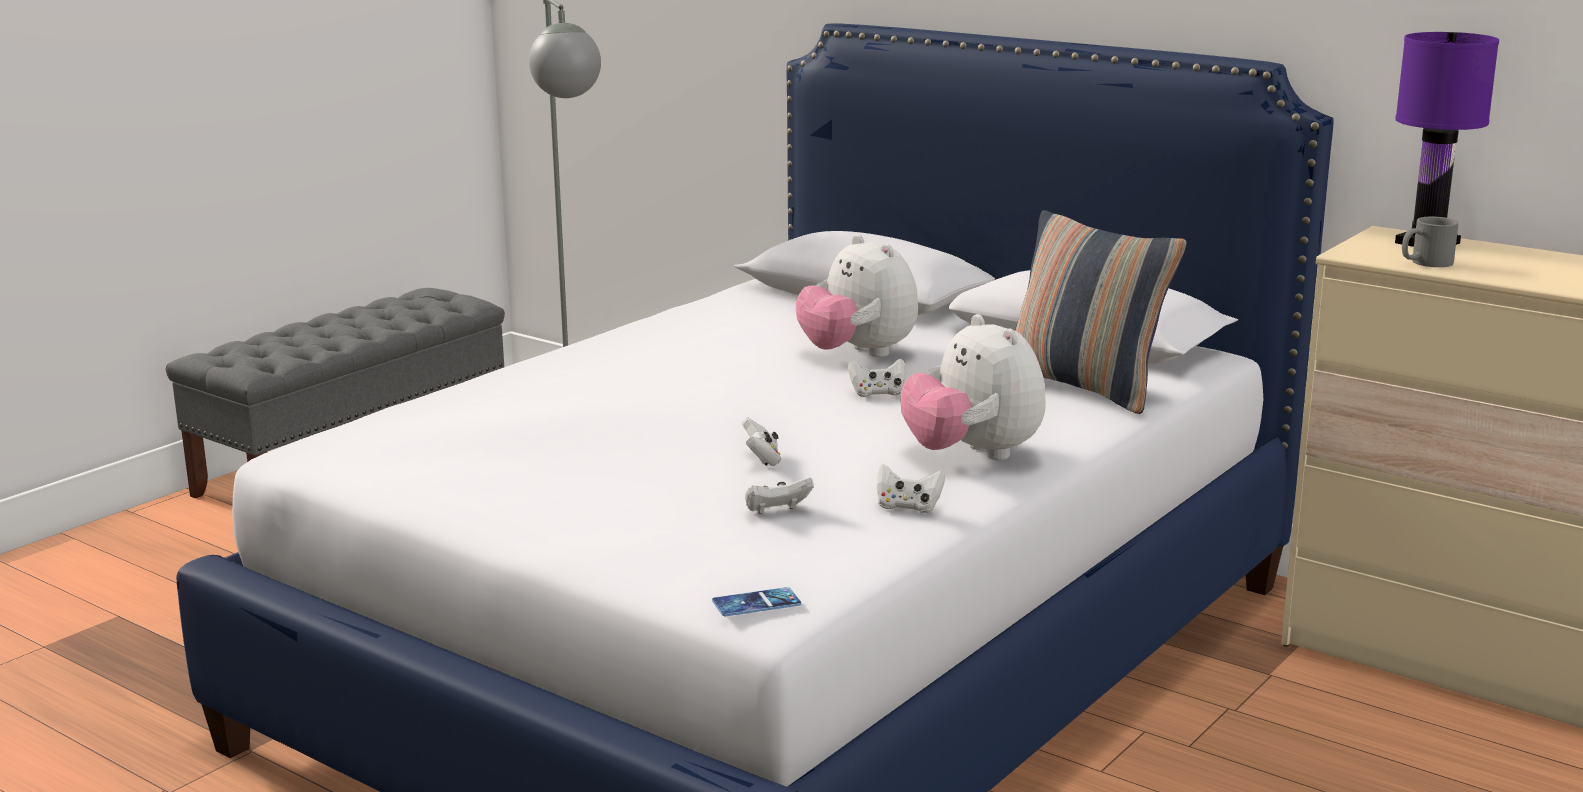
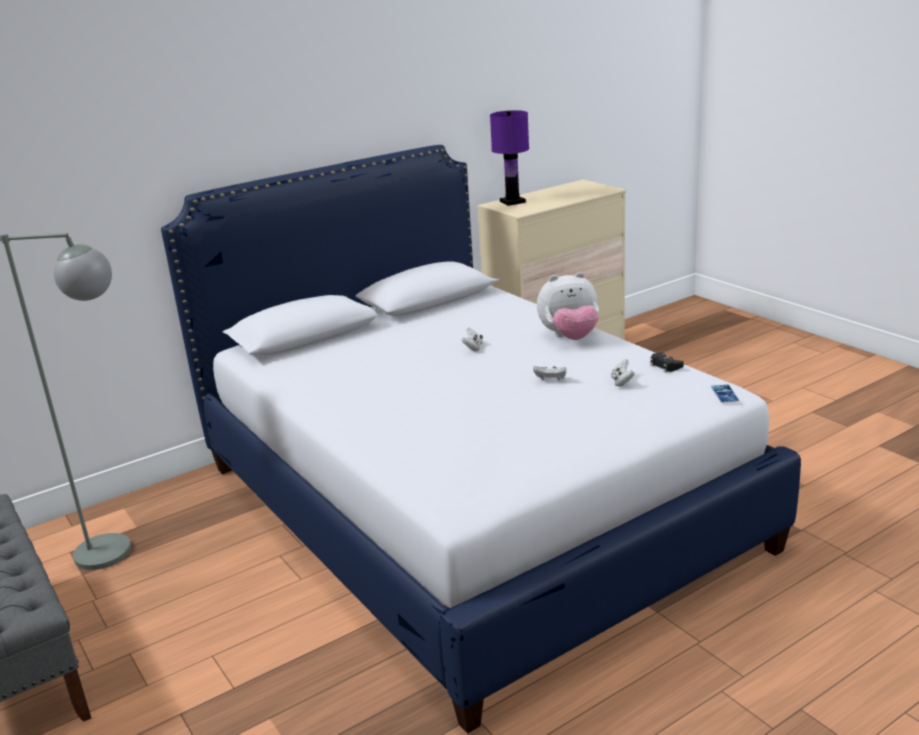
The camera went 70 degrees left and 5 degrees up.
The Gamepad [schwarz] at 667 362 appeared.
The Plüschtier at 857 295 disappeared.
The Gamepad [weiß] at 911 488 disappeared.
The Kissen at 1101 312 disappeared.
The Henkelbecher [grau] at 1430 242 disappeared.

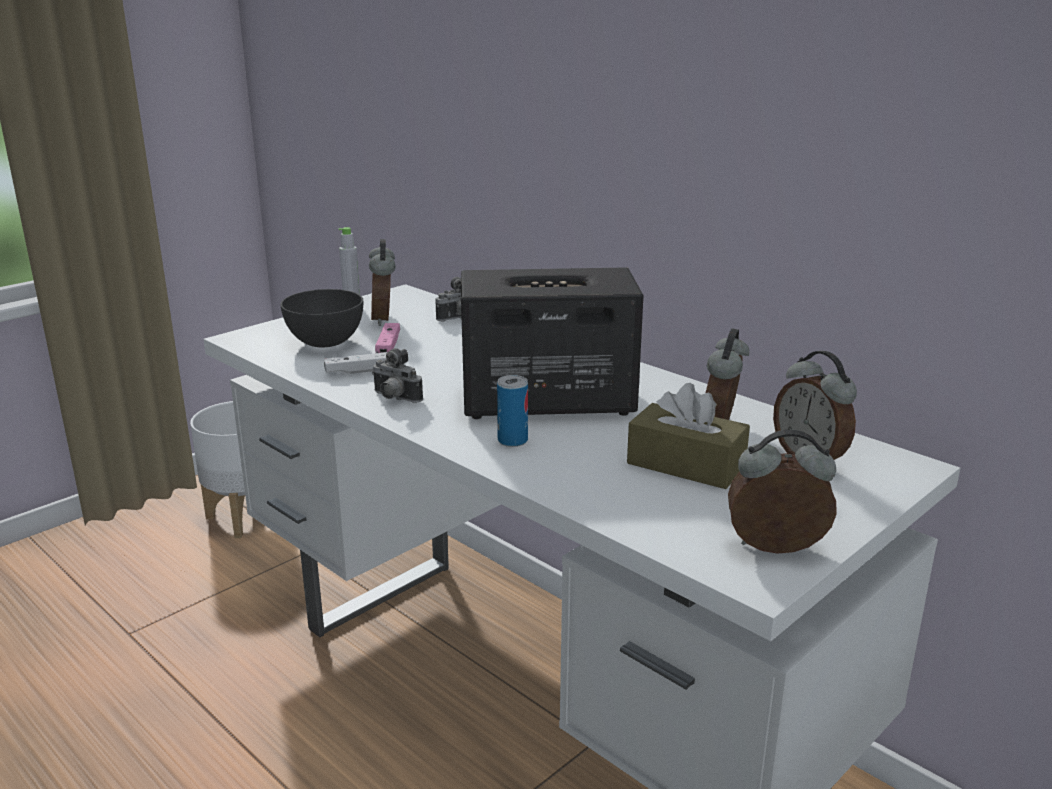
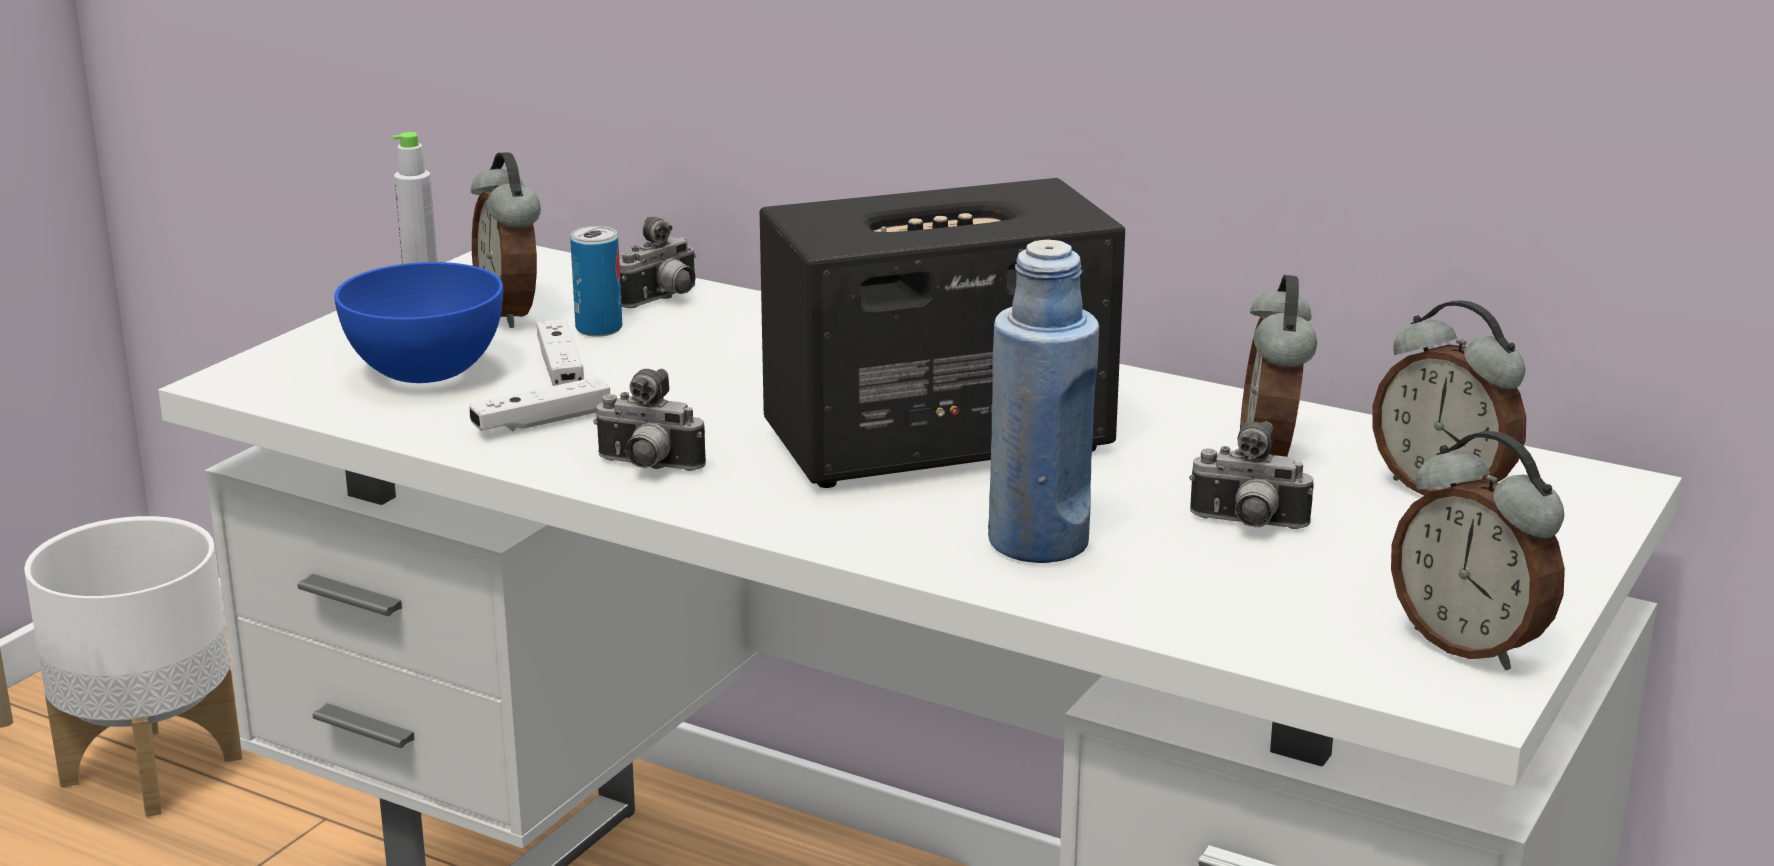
The camera went 15 degrees left and 0 degrees up.
The Schüssel [grau] at 321 318 became the Schüssel [blau] at 418 322.
The Gamepad [rosa] at 387 338 became the Gamepad [weiß] at 560 352.
The Dose moved from 512 411 to 596 281.
The Flasche [blau] at 1043 401 appeared.
The Taschentuchbox [braun] at 688 436 was replaced by the Kamera at 1251 475.
The Wecker at 782 492 turned 120 degrees counterclockwise.

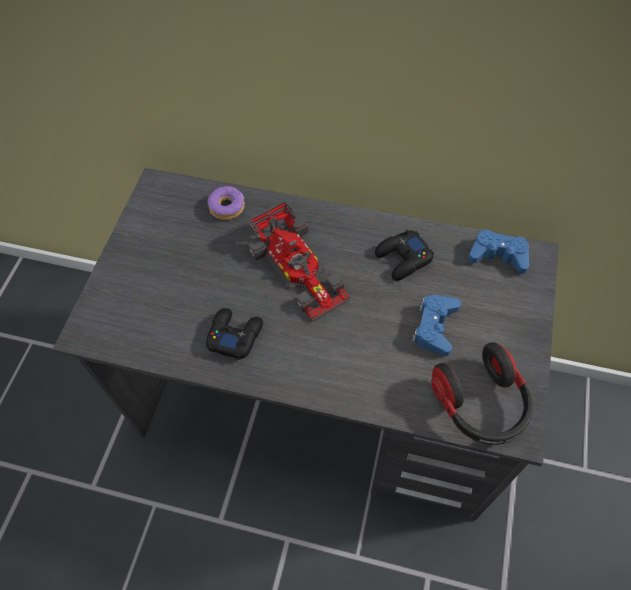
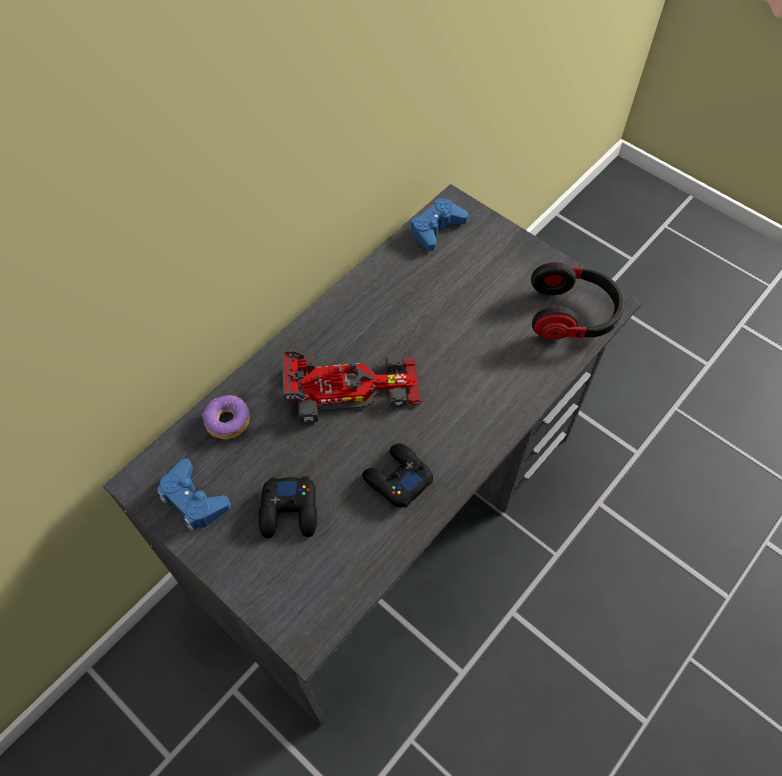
The camera went 65 degrees left and 0 degrees up.
The Gamepad [blau] moved from 436 325 to 194 495.
The Gamepad [schwarz] moved from 404 255 to 288 507.

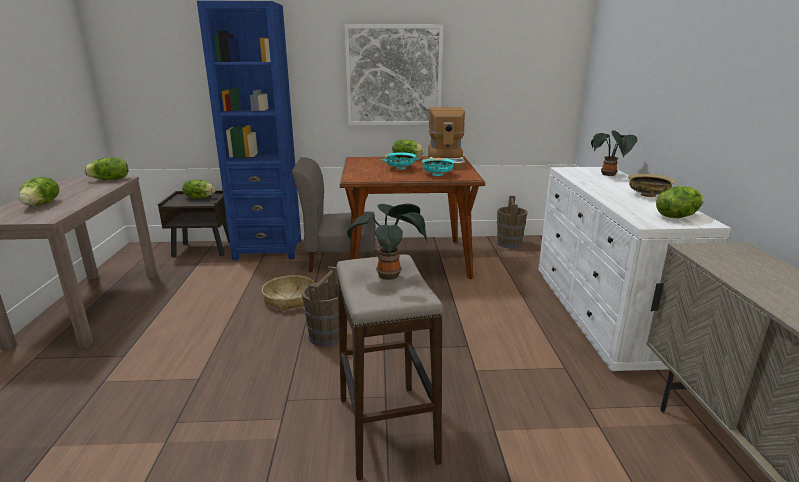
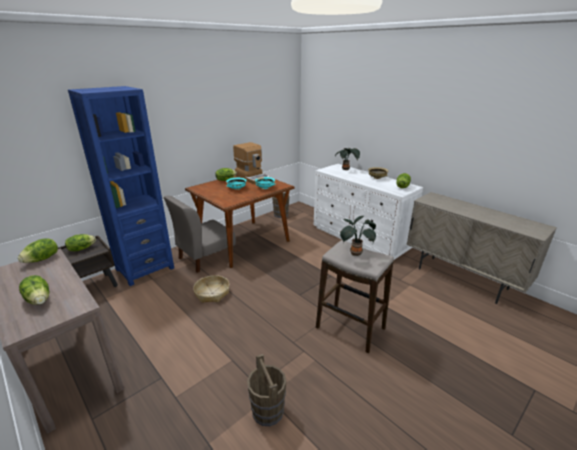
The camera went 40 degrees left and 5 degrees up.
The Eimer [braun] moved from 320 306 to 266 390.
The Bild at 393 74 disappeared.

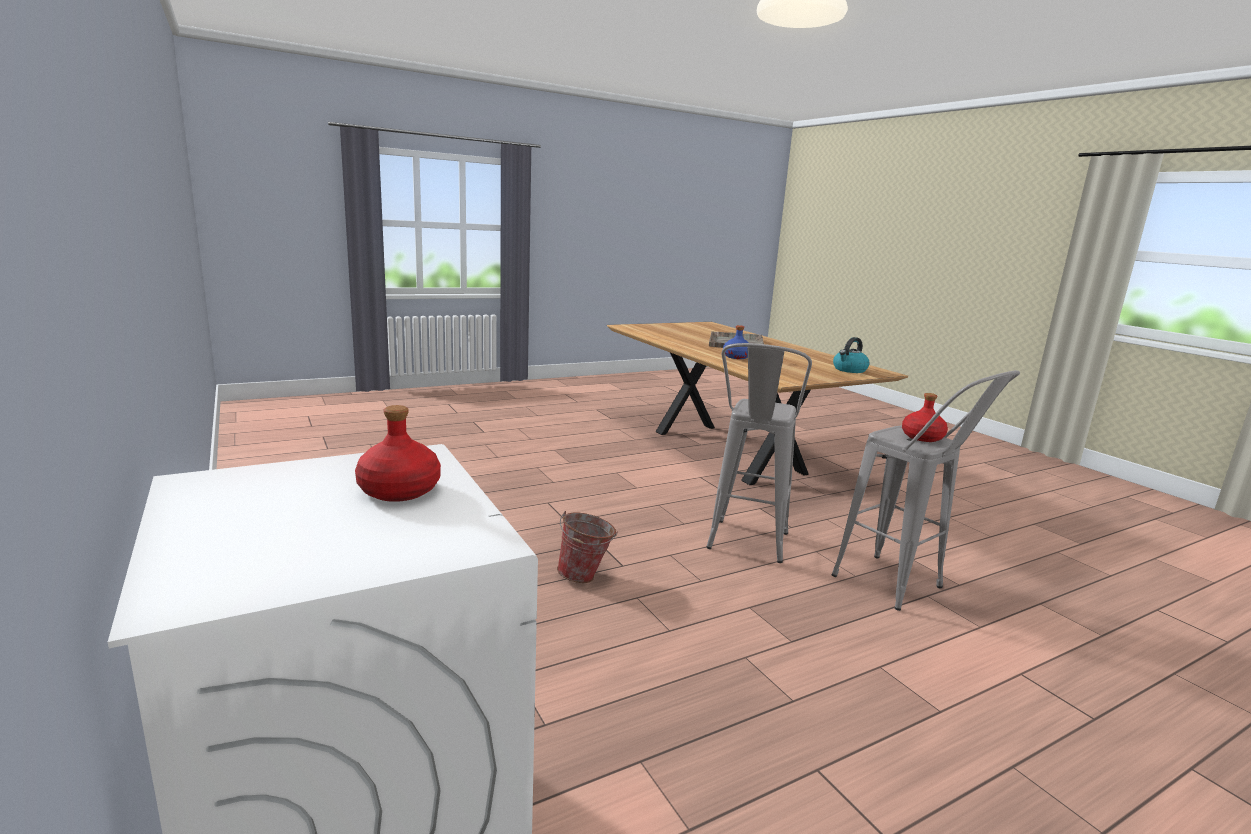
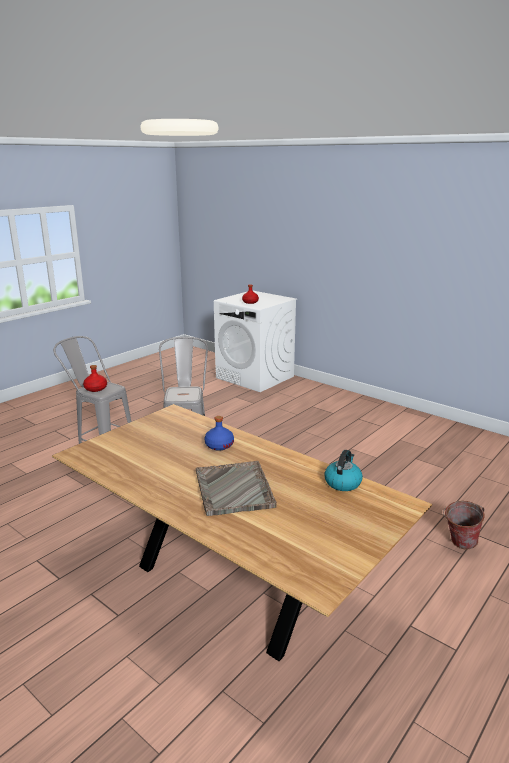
The camera went 160 degrees right and 5 degrees up.
The Wasserkessel moved from 851 355 to 343 470.
The Eimer moved from 587 547 to 464 525.

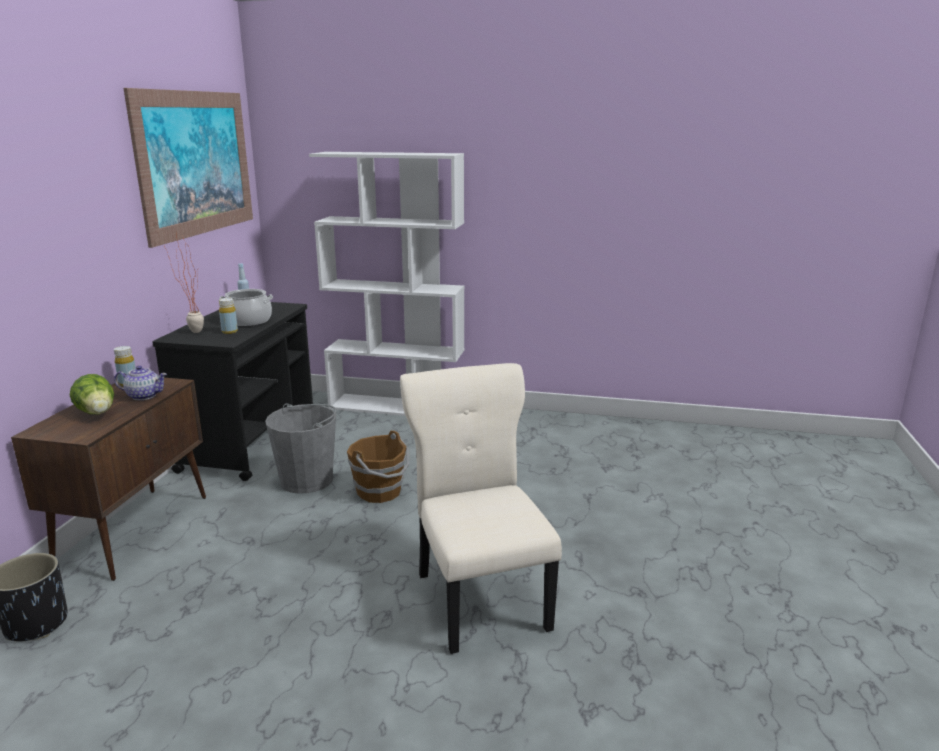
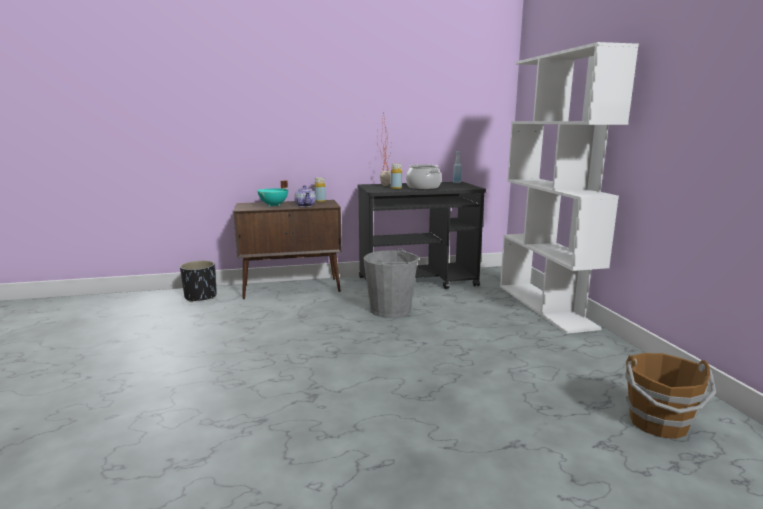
The camera went 65 degrees right and 5 degrees down.
The Salatkopf at 92 394 was replaced by the Kochtopf [türkis] at 272 193.
The Eimer [braun] moved from 378 467 to 670 396.
The Bild at 188 168 disappeared.
The Stuhl [beige] at 481 508 disappeared.

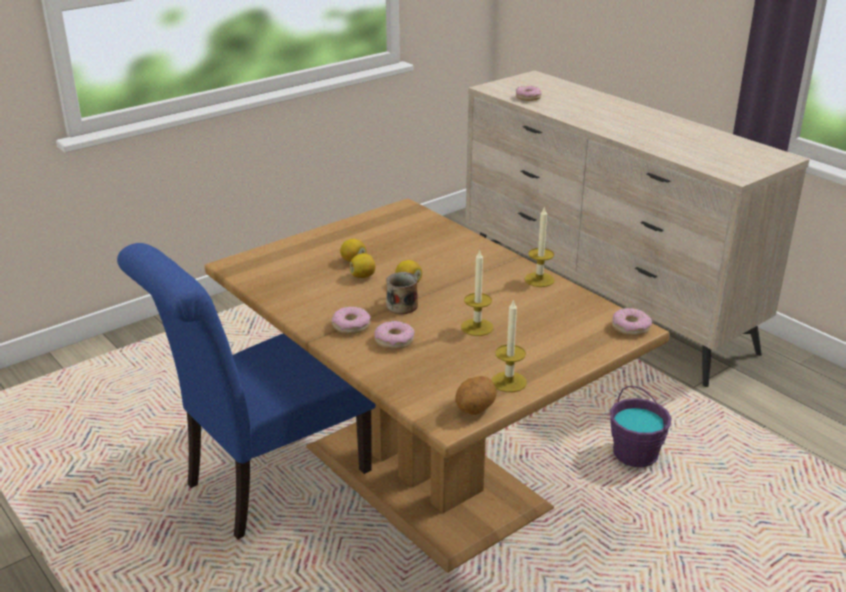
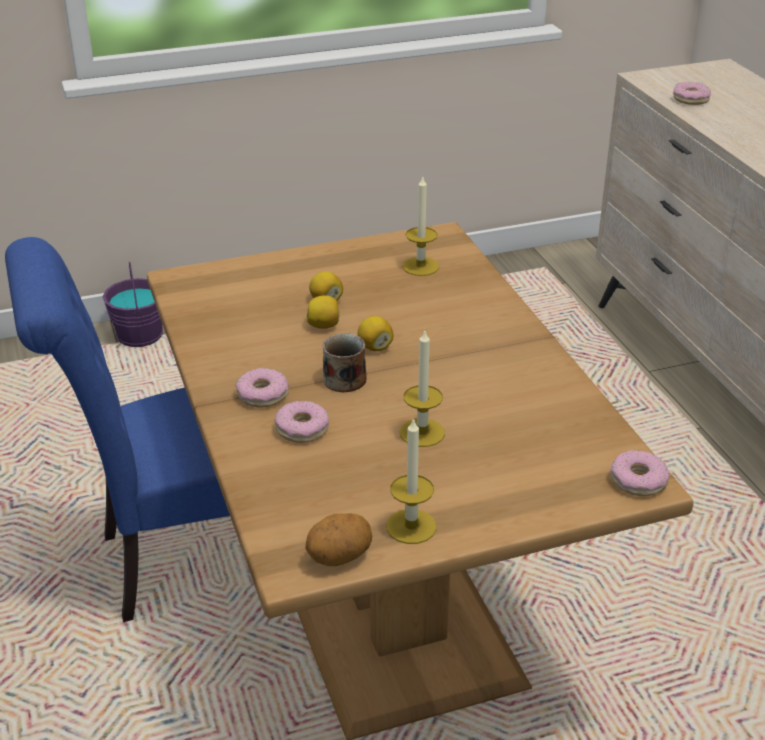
The camera went 20 degrees right and 5 degrees up.
The Eimer [lila] moved from 641 426 to 132 304.
The Kerze moved from 539 247 to 420 225.

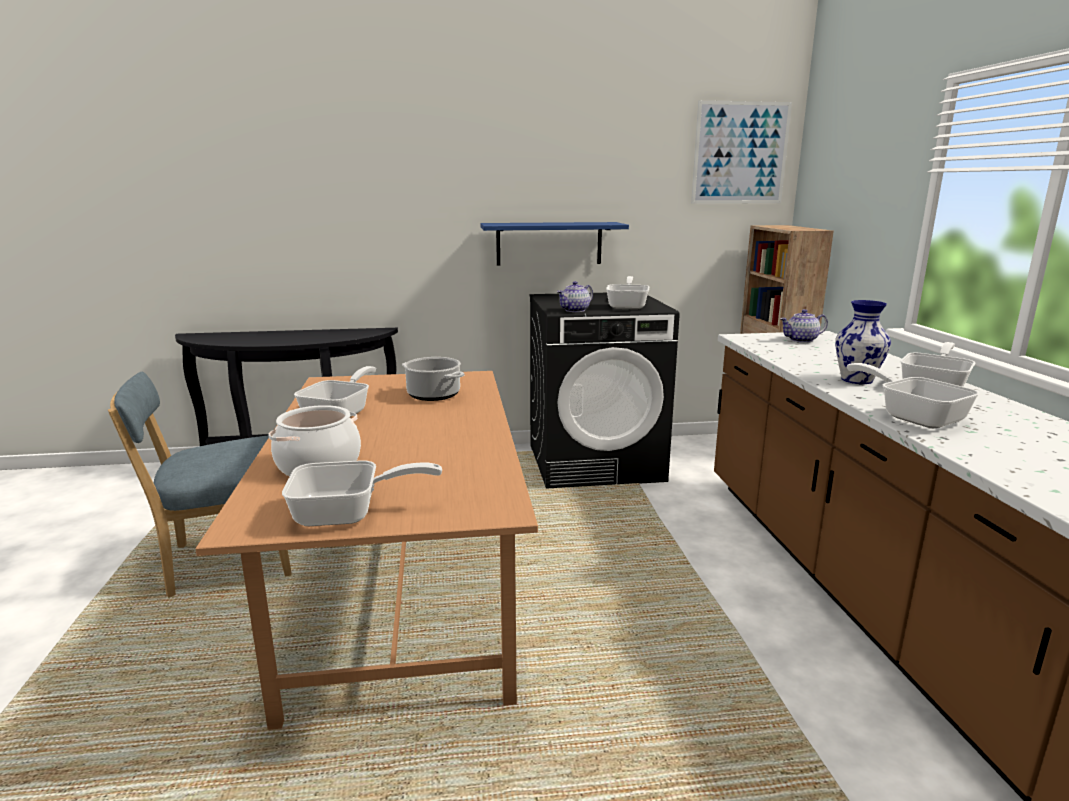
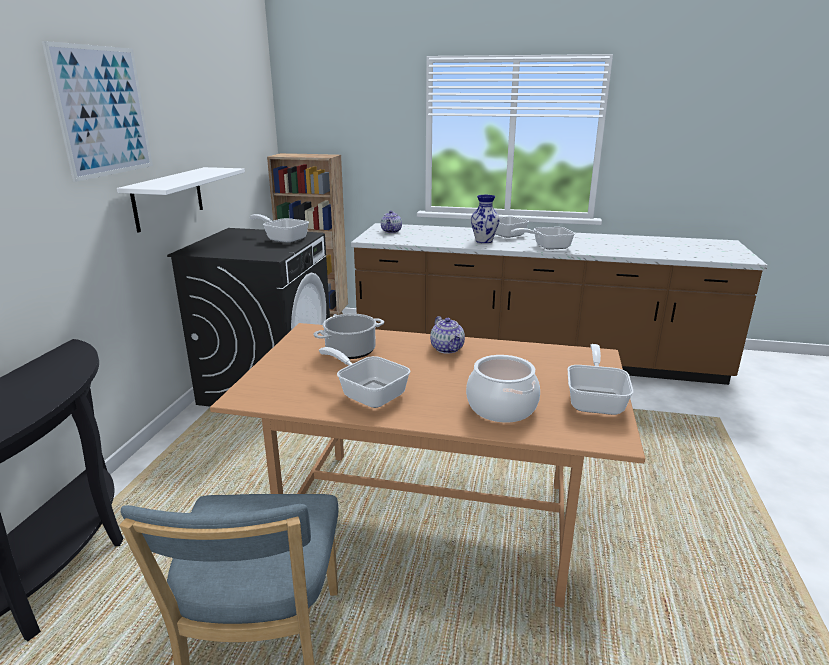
The camera went 70 degrees left and 5 degrees up.
The Bild moved from 741 152 to 97 111.
The Wandregal [blau] at 554 244 became the Wandregal [weiß] at 181 200.
The Teekanne moved from 575 296 to 447 335.

